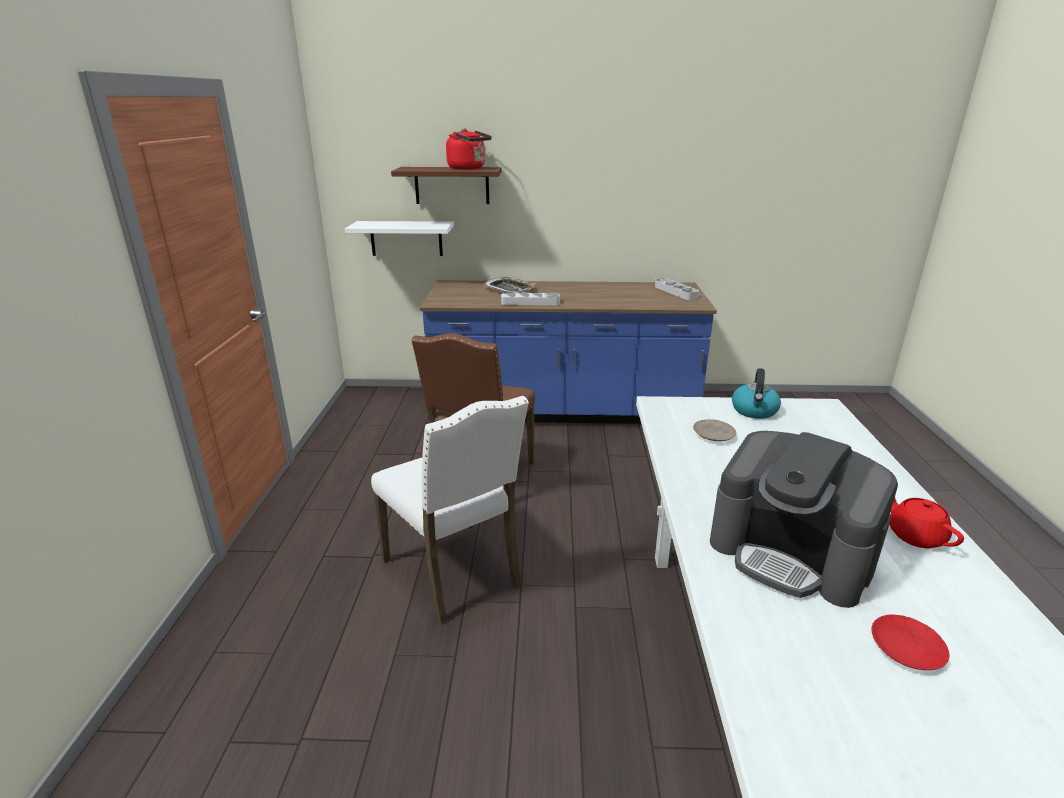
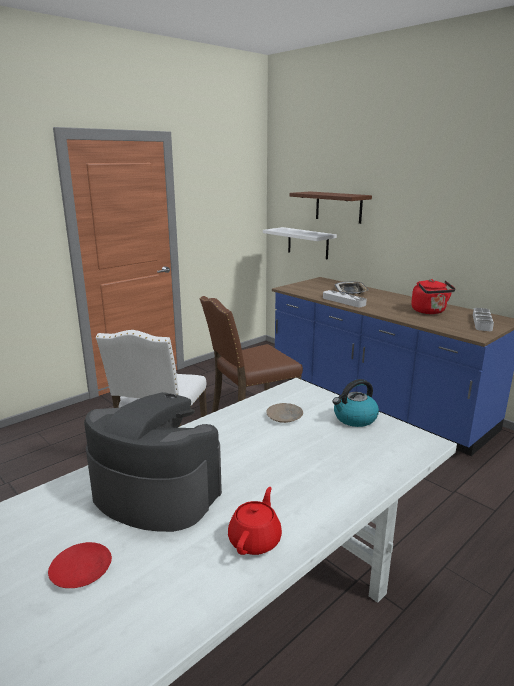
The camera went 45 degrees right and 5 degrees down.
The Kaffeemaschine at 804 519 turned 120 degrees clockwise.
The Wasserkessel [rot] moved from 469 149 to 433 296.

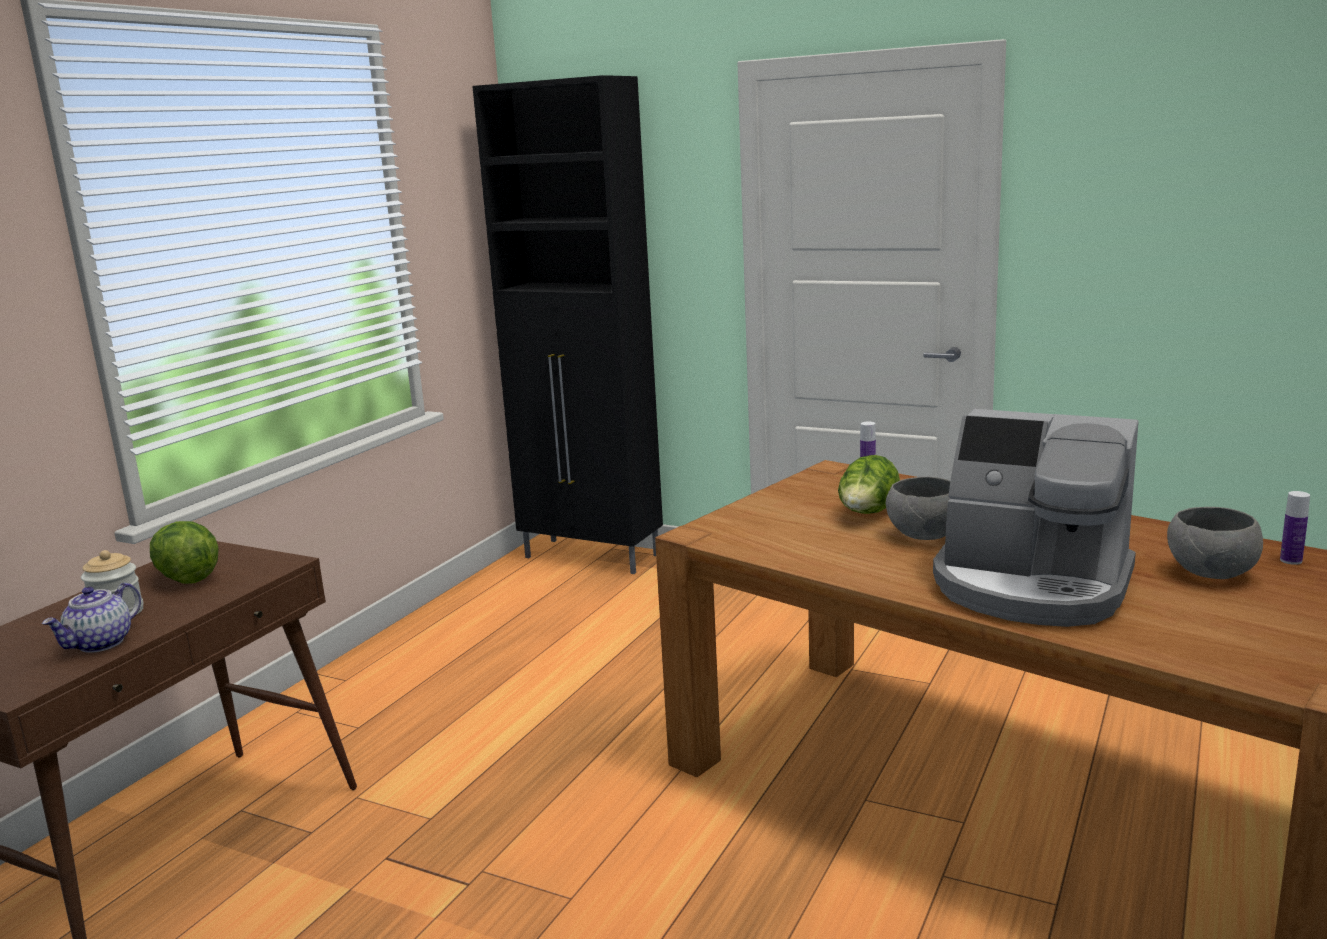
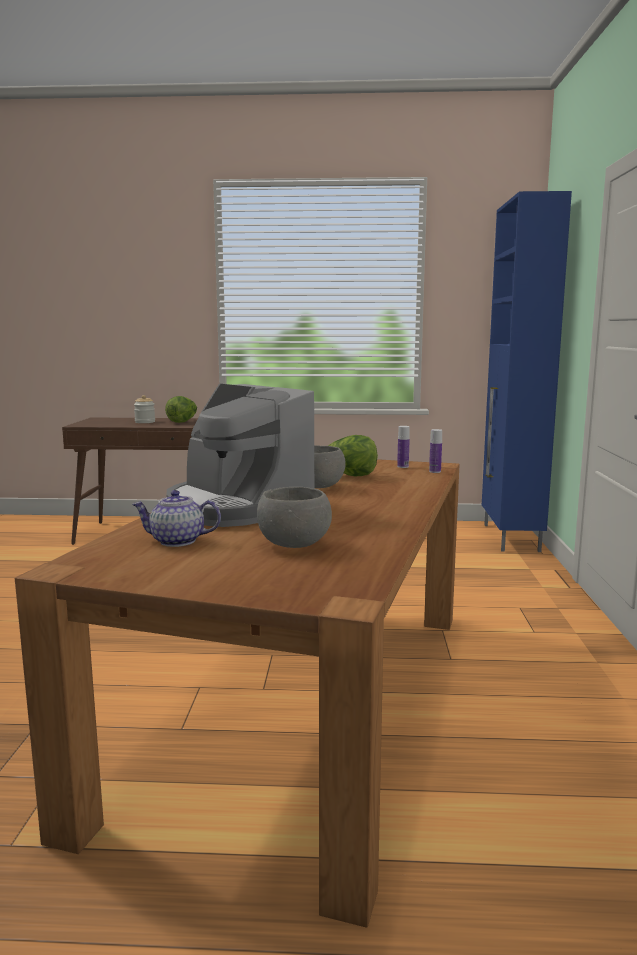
The camera went 65 degrees right and 5 degrees down.
The Teekanne moved from 91 618 to 176 518.
The Kaffeemaschine at 1036 518 turned 45 degrees counterclockwise.
The Flasche moved from 1295 528 to 403 447.
The Schrank [schwarz] at 567 324 became the Schrank [blau] at 527 371.

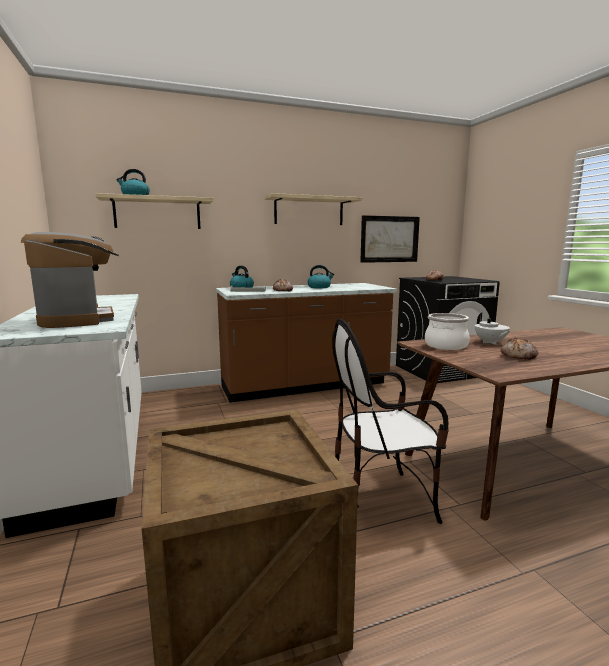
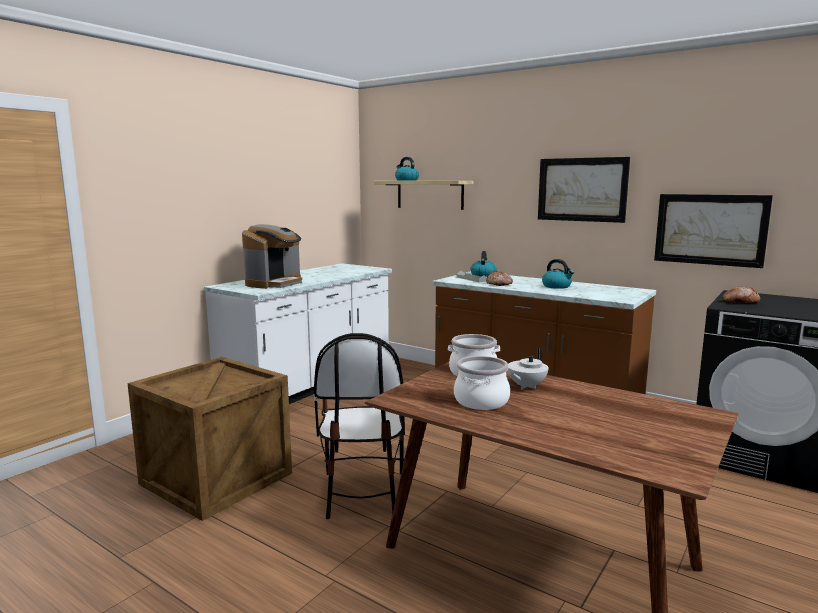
The camera went 55 degrees right and 0 degrees up.
The Stuhl at 390 421 turned 135 degrees counterclockwise.
The Brot at 520 348 was replaced by the Kochtopf at 482 383.
The Wandregal at 313 209 was replaced by the Bild at 584 190.

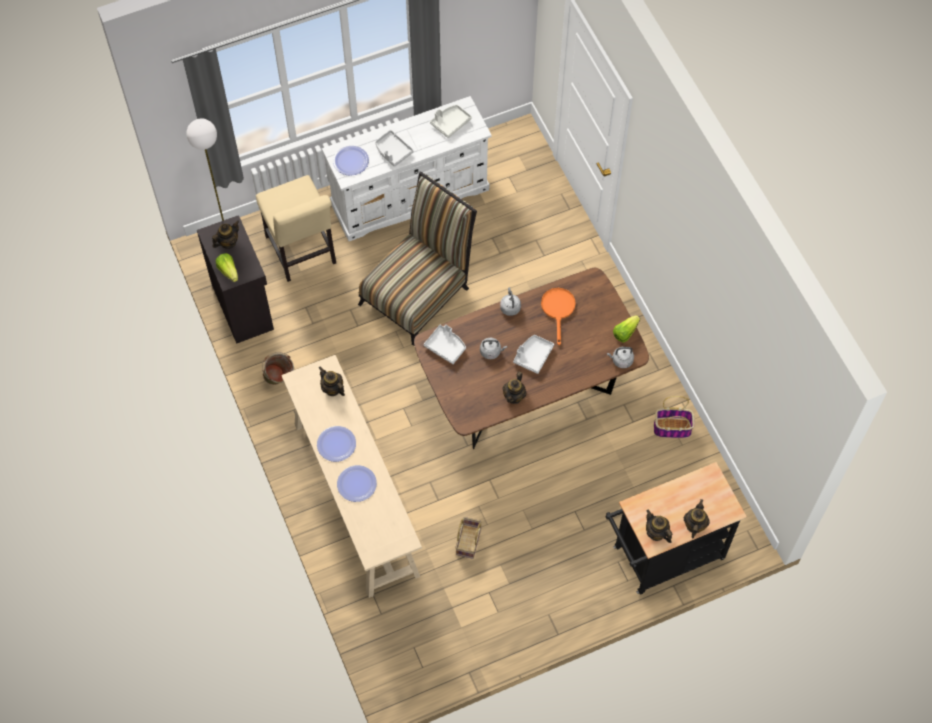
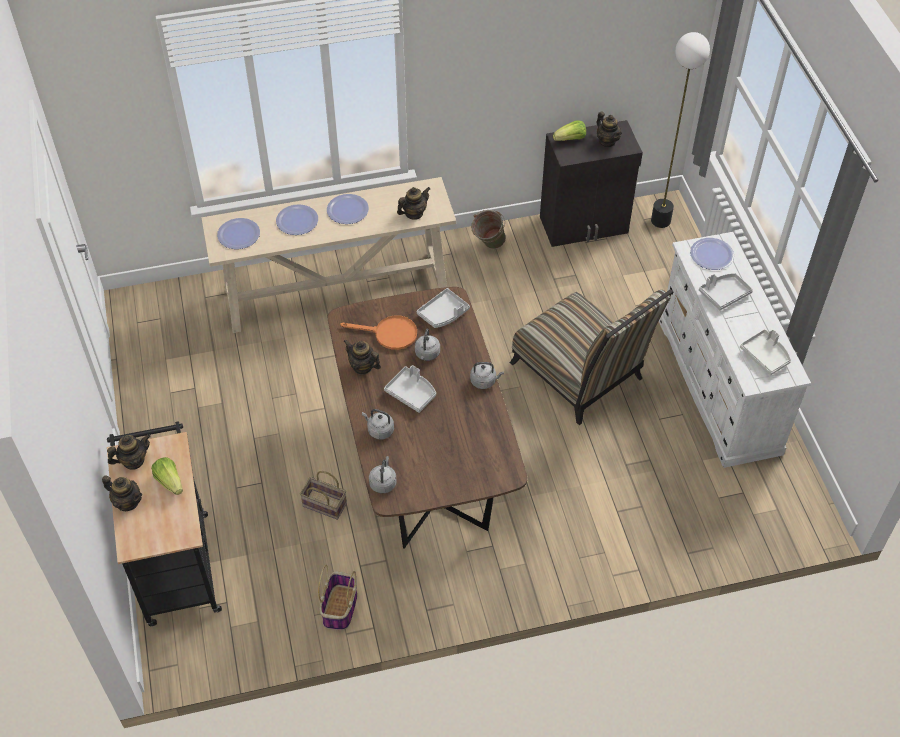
The camera went 100 degrees right and 10 degrees down.
The Salatkopf moved from 626 328 to 167 476.
The Teller at 238 233 appeared.
The Korb moved from 468 538 to 323 495.
The Pfanne [orange] moved from 558 316 to 378 332.
The Wasserkessel [grau] at 378 424 appeared.
The Stuhl [beige] at 296 228 disappeared.

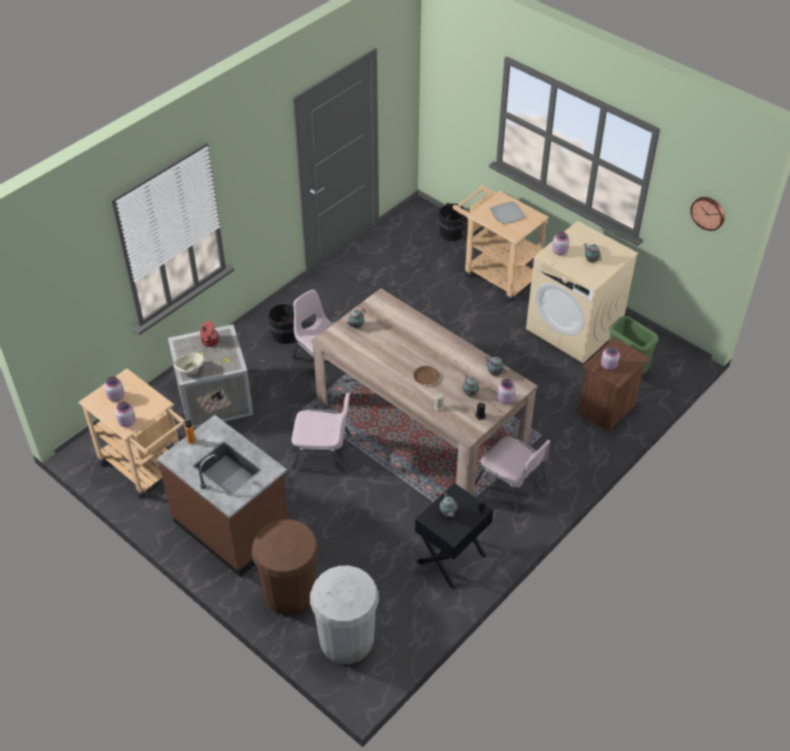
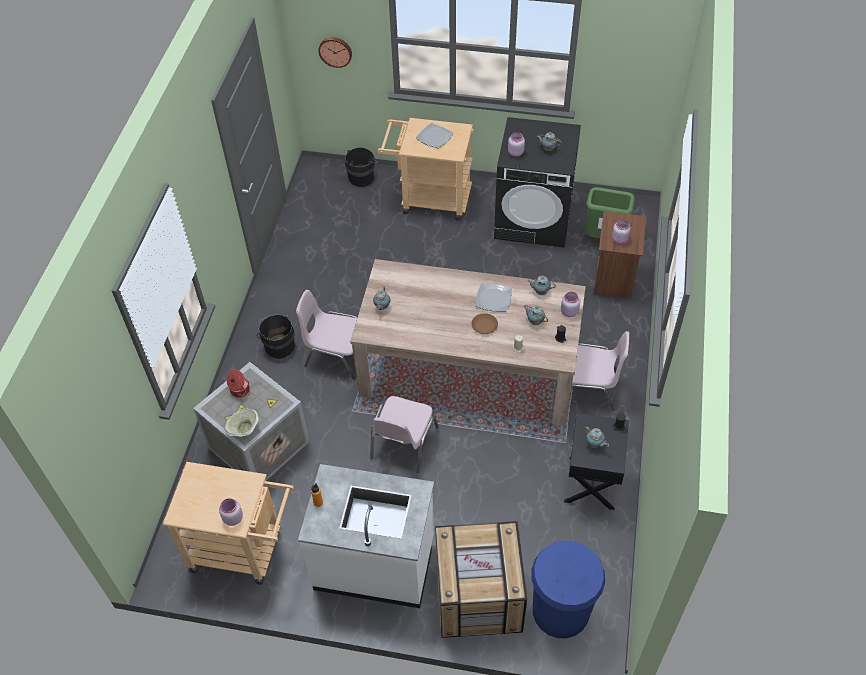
The camera went 30 degrees left and 5 degrees up.
The Küchenzeile [braun] at 222 496 became the Küchenzeile [weiß] at 366 536.
The Wanduhr moved from 707 214 to 335 52.
The Stuhl [rosa] at 321 432 turned 135 degrees clockwise.
The Mülleimer [braun] at 285 567 was replaced by the Kiste at 481 579.
The Teller at 493 297 appeared.
The Waschmaschine [beige] at 582 292 became the Waschmaschine [schwarz] at 537 182.
The Mülleimer [weiß] at 344 614 became the Mülleimer [blau] at 568 589.
The Vorratsglas [rosa] at 114 389 disappeared.

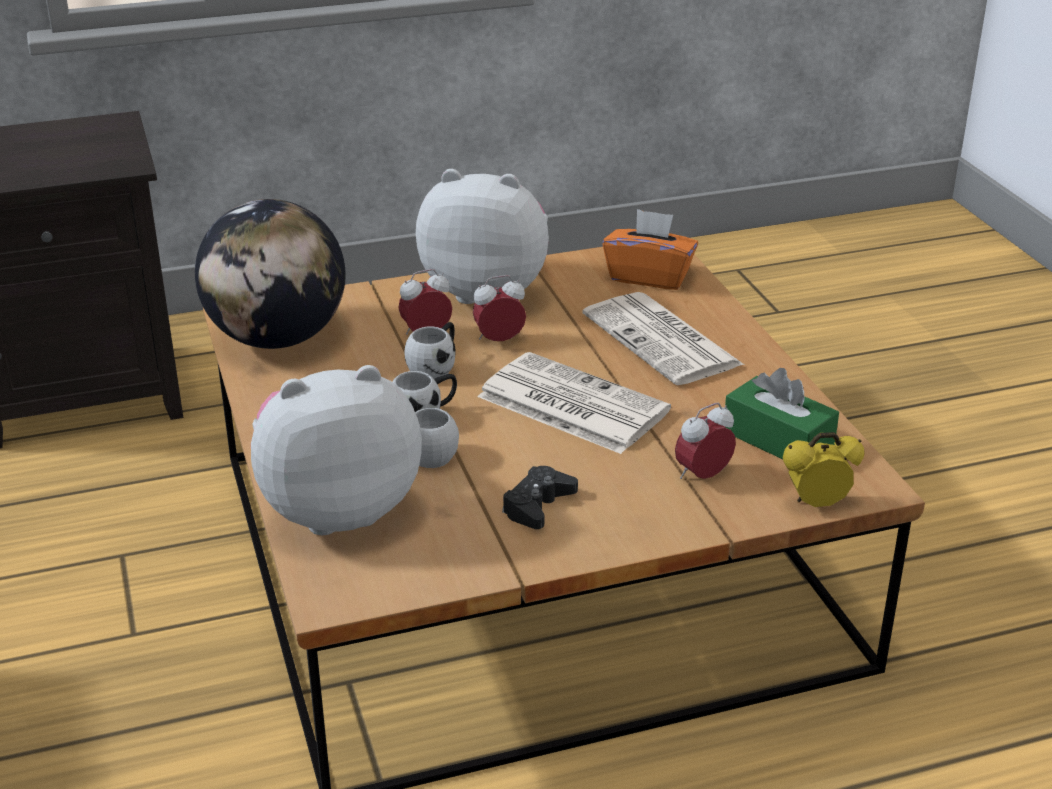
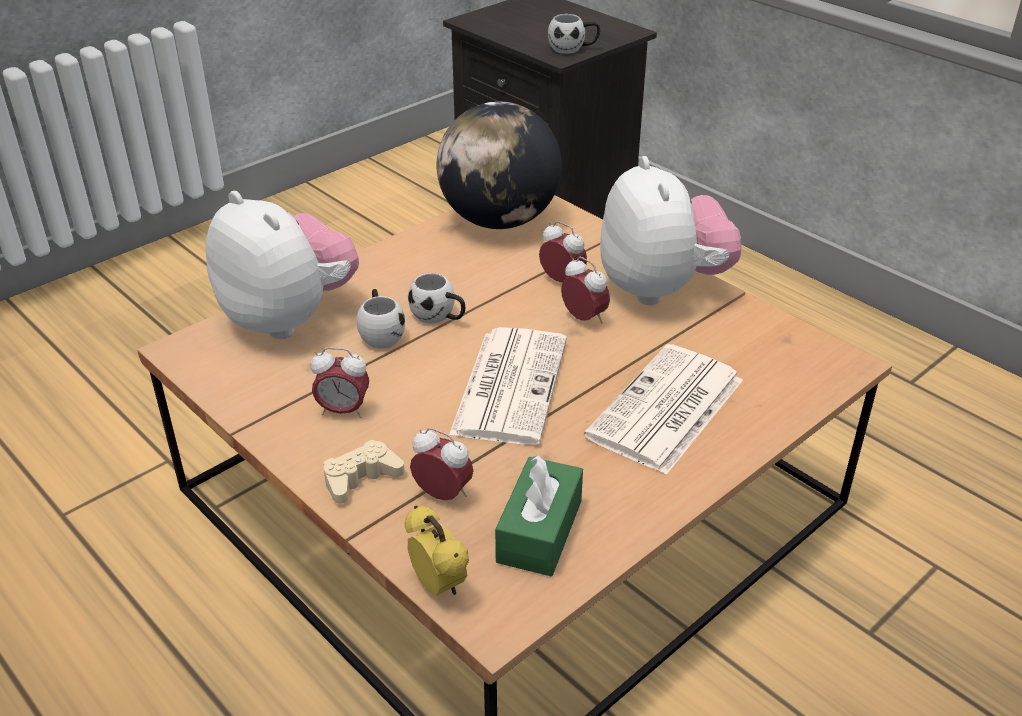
The camera went 65 degrees right and 5 degrees up.
The Gamepad [schwarz] at 540 497 was replaced by the Wecker at 340 382.
The Gamepad [beige] at 364 472 appeared.
The Henkelbecher [weiß] moved from 429 350 to 574 34.
The Taschentuchbox [orange] at 650 249 disappeared.

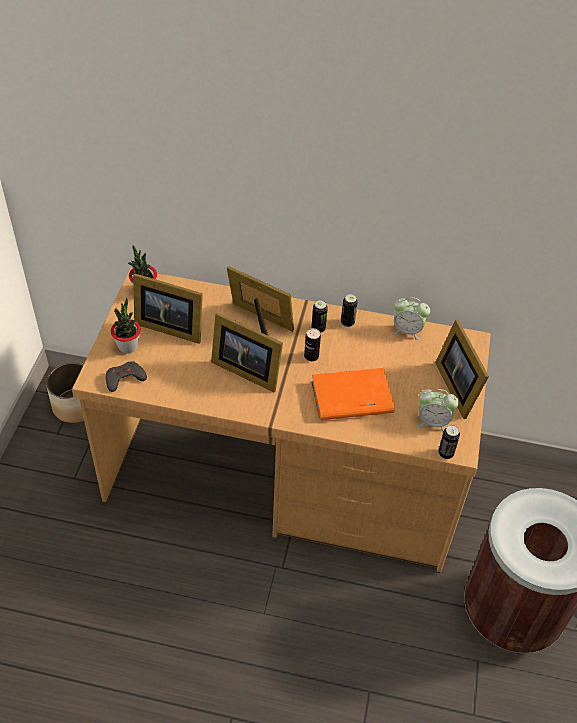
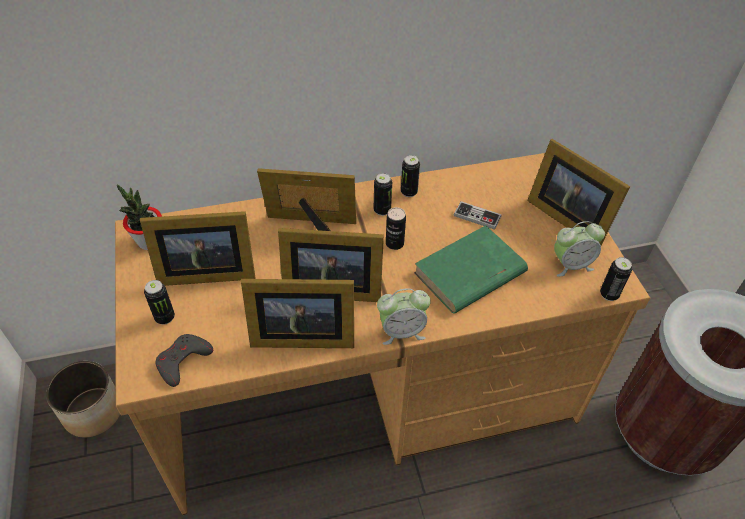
The camera went 25 degrees left and 0 degrees up.
The Topfpflanze at 126 325 was replaced by the Dose at 159 302.
The Bilderrahmen at 297 313 appeared.
The Wecker moved from 410 318 to 404 316.
The Buch [orange] at 353 394 became the Buch [grün] at 471 269.
The Gamepad at 477 215 appeared.

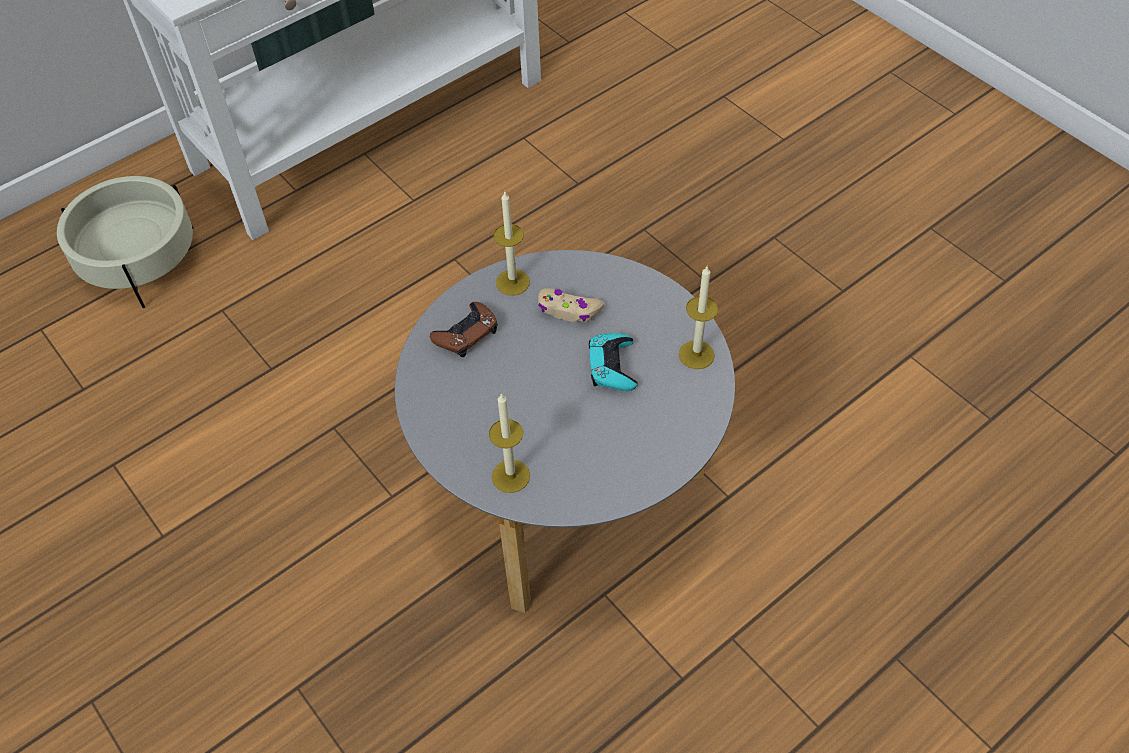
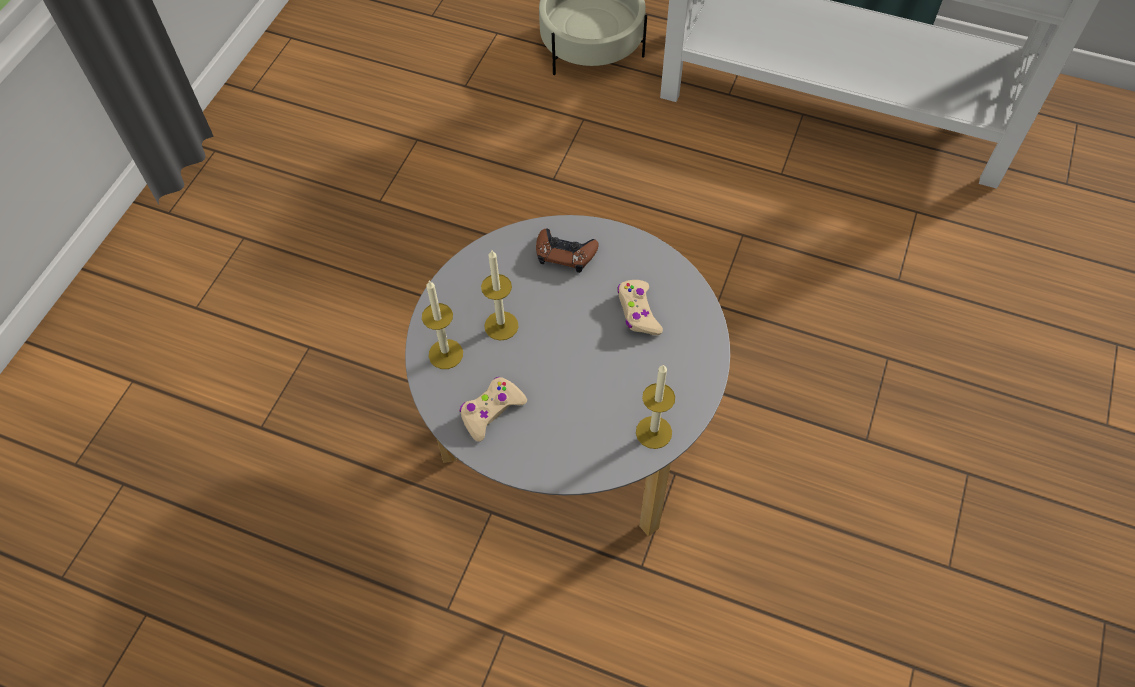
The camera went 60 degrees right and 5 degrees up.
The Gamepad [beige] at 493 409 appeared.
The Kerze moved from 512 244 to 500 294.
The Gamepad [türkis] at 613 362 disappeared.

